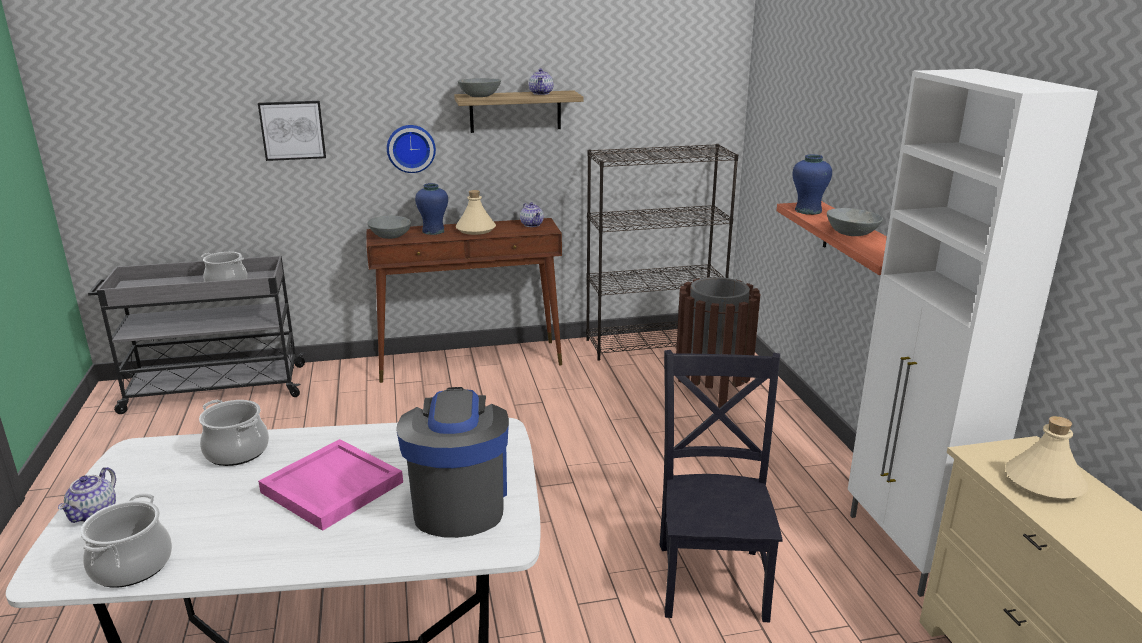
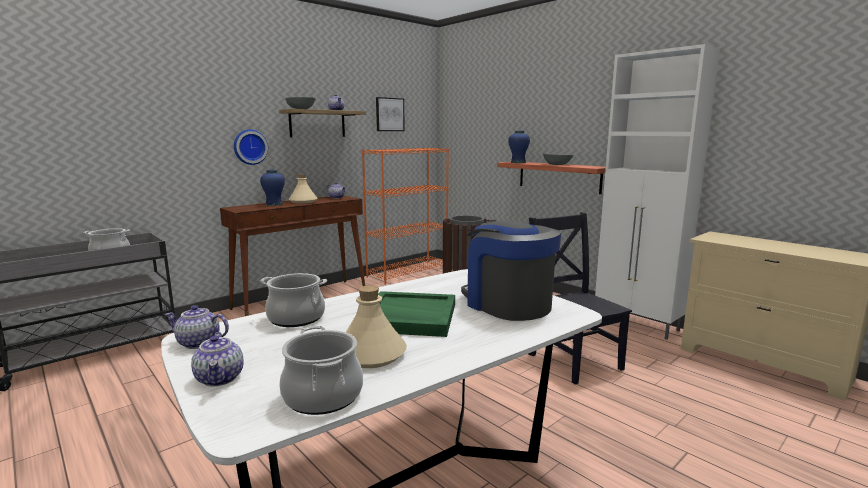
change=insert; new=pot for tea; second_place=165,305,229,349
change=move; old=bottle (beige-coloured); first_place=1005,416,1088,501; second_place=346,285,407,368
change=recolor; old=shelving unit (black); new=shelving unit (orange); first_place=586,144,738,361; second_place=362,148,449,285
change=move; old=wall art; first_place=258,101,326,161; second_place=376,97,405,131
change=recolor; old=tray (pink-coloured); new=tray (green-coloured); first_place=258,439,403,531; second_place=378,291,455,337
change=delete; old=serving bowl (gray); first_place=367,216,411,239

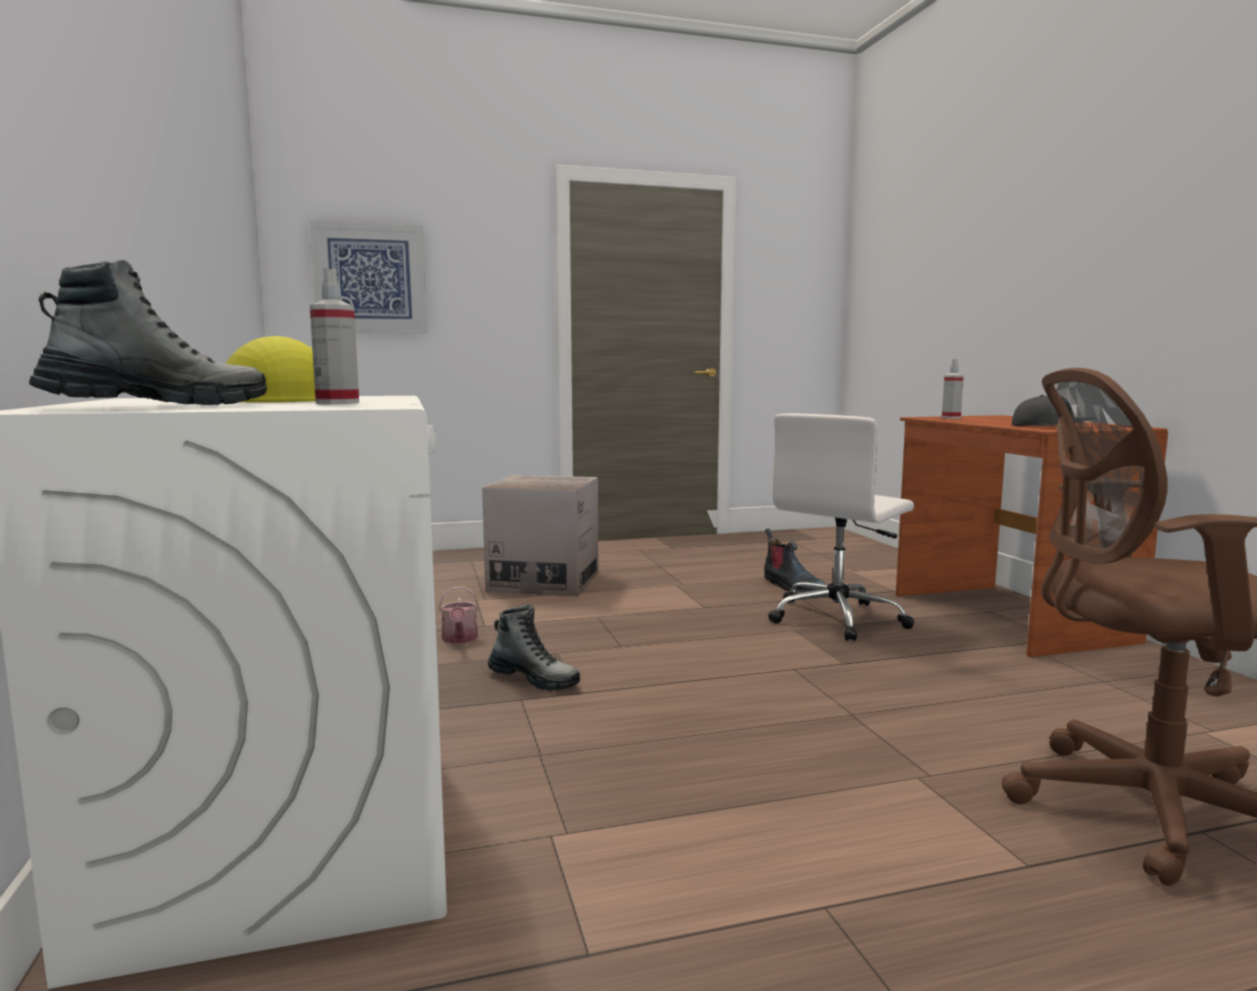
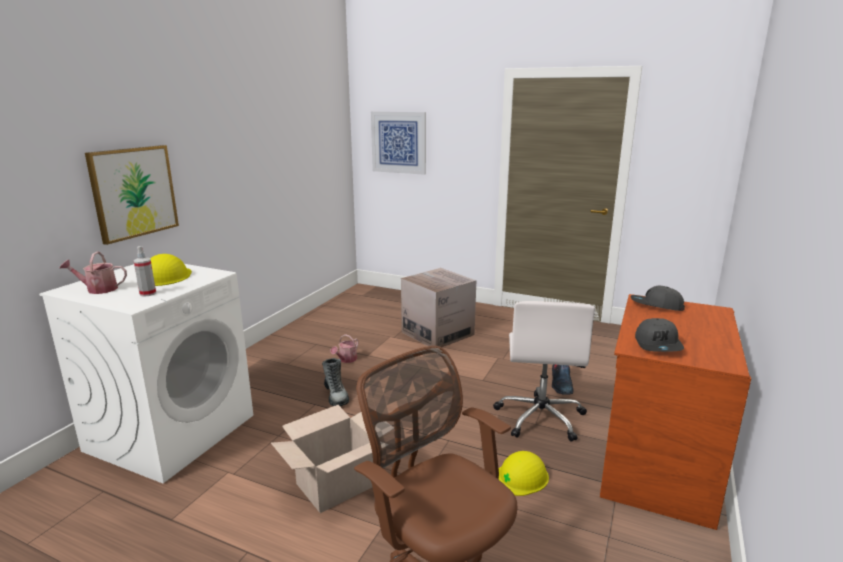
change=replace; old=boot; new=watering can; first_place=29,260,267,405; second_place=60,251,127,294
change=insert; new=wall art; second_place=85,145,179,245
change=insert; new=carton; second_place=271,405,384,513
change=rotate; old=office chair (whitish); first_place=768,413,914,641; second_place=493,301,595,442; degrees=-75
change=insert; new=work helmet (yellow-coloured); second_place=498,451,549,496
change=replace; old=spray bottle; new=baseball cap (gray); first_place=942,359,964,419; second_place=630,286,685,311

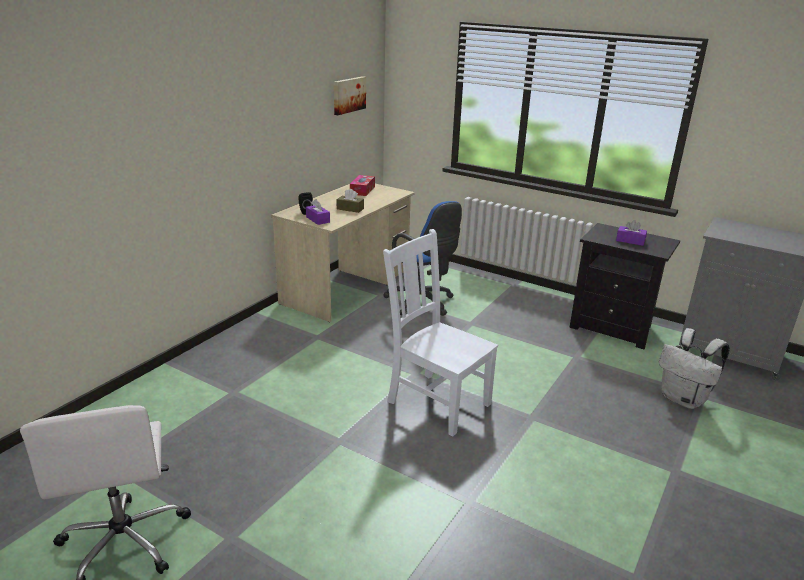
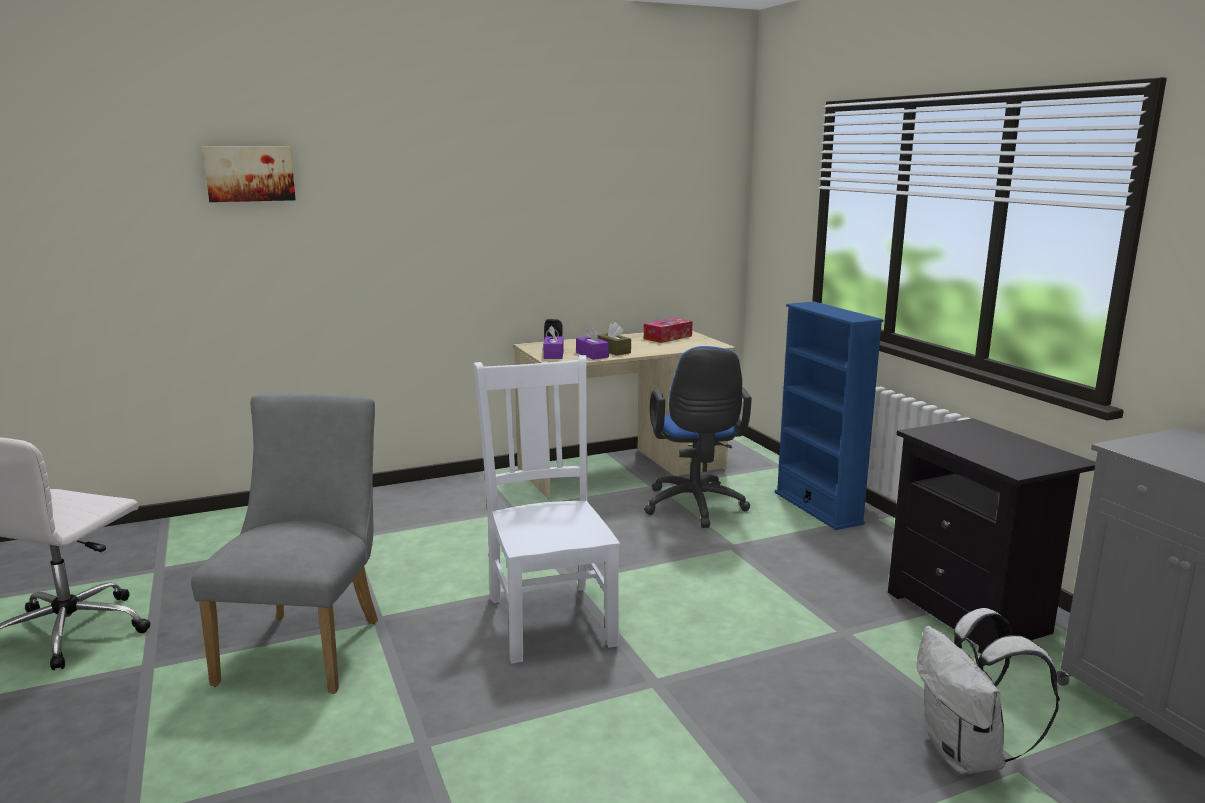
change=insert; new=chair (gray); second_place=191,393,378,694
change=move; old=wall art; first_place=334,76,366,115; second_place=202,146,296,202
change=move; old=tissue box (purple-coloured); first_place=616,220,647,246; second_place=576,326,609,360
change=insert; new=shelving unit (blue-coloured); second_place=775,302,883,530

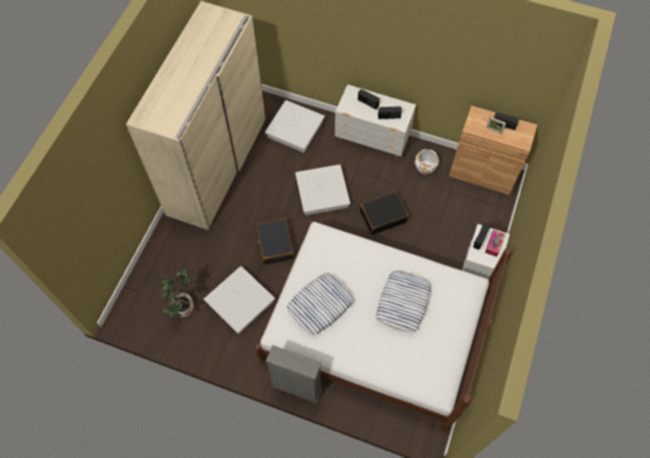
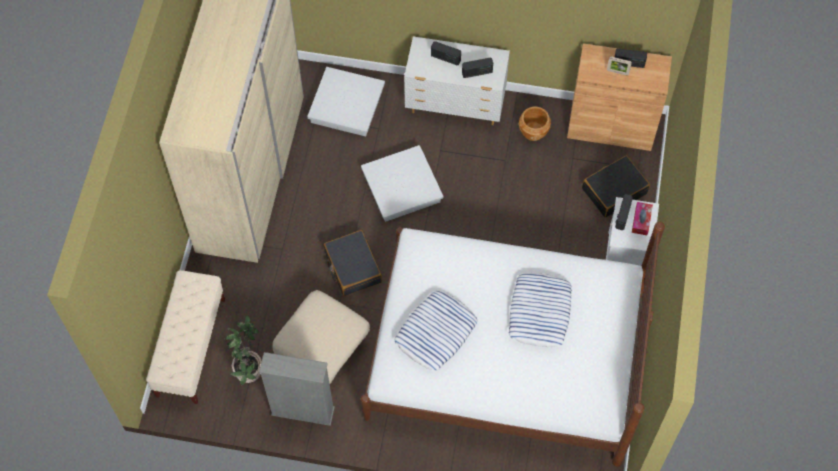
change=insert; new=indoor bench (beige-coloured); second_place=146,270,225,404
change=move; old=shelving unit (gray); first_place=266,345,322,403; second_place=259,352,335,426
change=replace; old=storage container (whitish); new=footrest (beige-coloured); first_place=204,266,275,334; second_place=272,290,370,384
change=recolor; old=planter (whitish); new=planter (brownish); first_place=415,149,439,175; second_place=519,107,551,141
change=move; old=piece of luggage (black); first_place=360,192,408,235; second_place=582,156,650,217

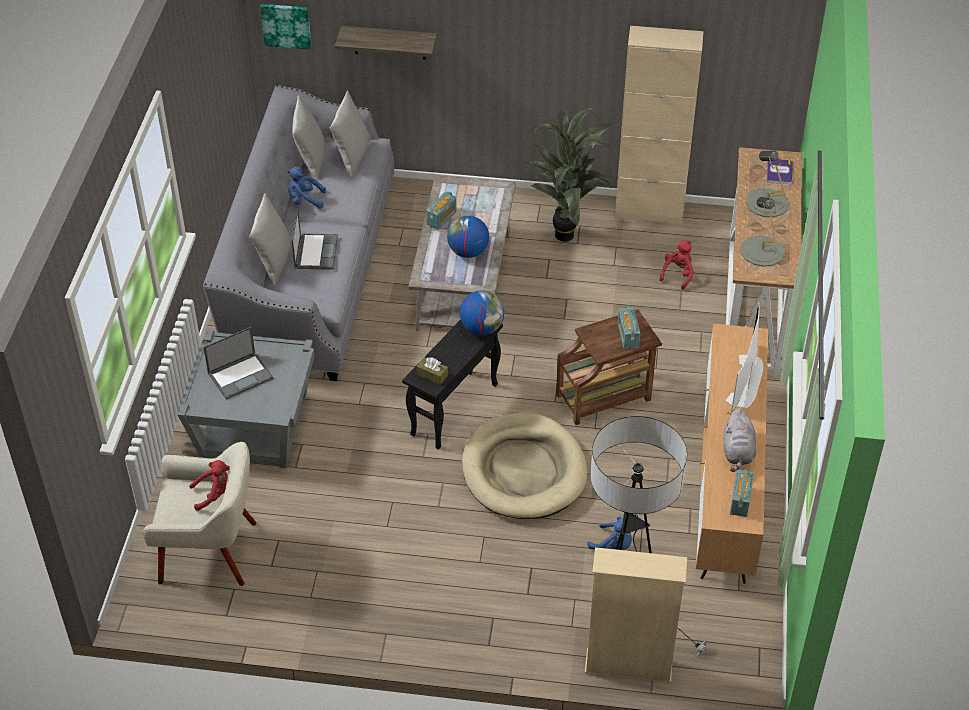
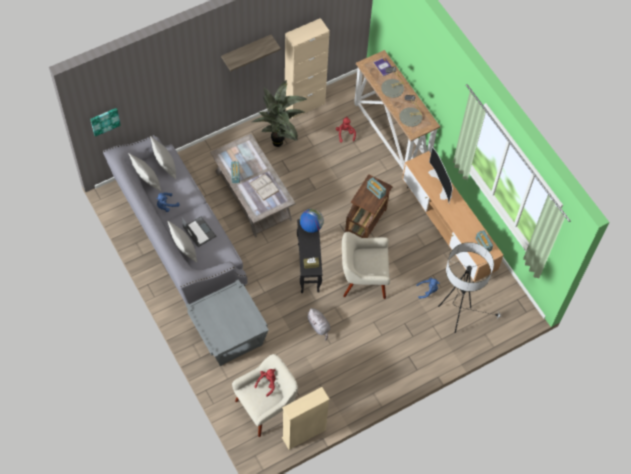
change=move; old=shelf; first_place=335,26,437,60; second_place=221,35,281,72
change=replace; old=globe; new=volume (whitish); first_place=447,216,489,258; second_place=250,174,279,201
change=move; old=shelving unit (beige-coloured); first_place=585,547,687,683; second_place=282,387,330,450
change=move; old=cuddly toy (gray); first_place=723,408,756,472; second_place=306,308,331,340
change=replace; old=dog cushion (beige-coloured); new=armchair (beige-coloured); first_place=462,413,587,519; second_place=342,232,390,299
change=delete; old=laptop; first_place=203,327,274,399

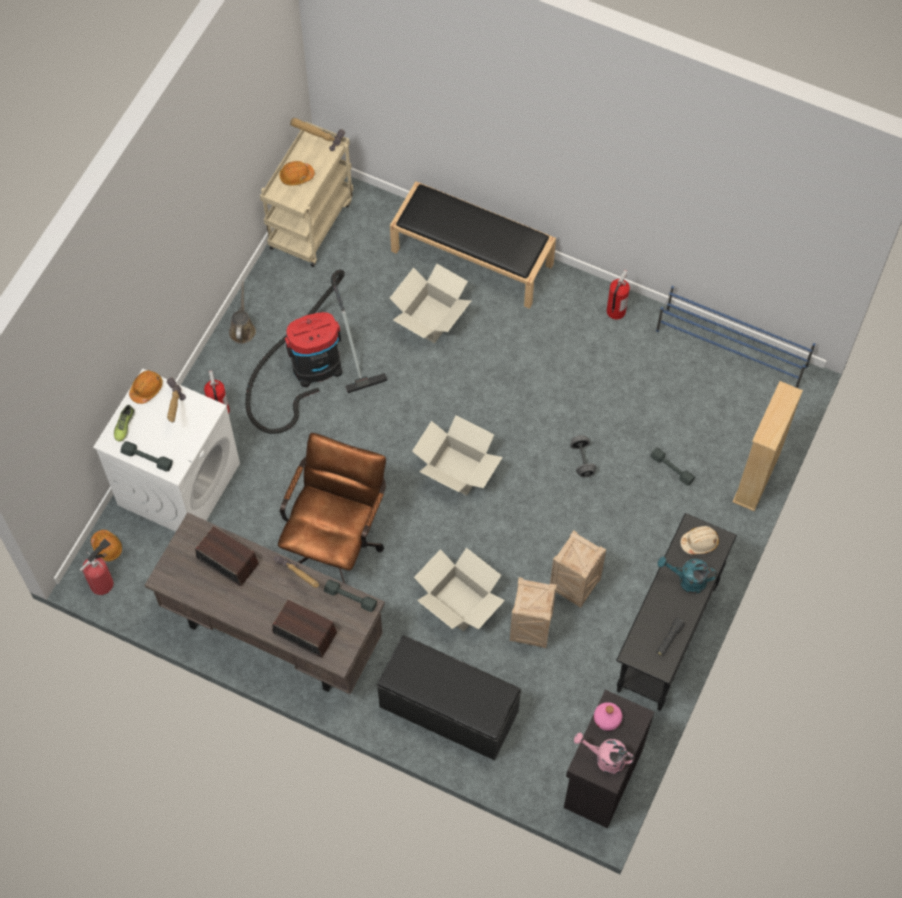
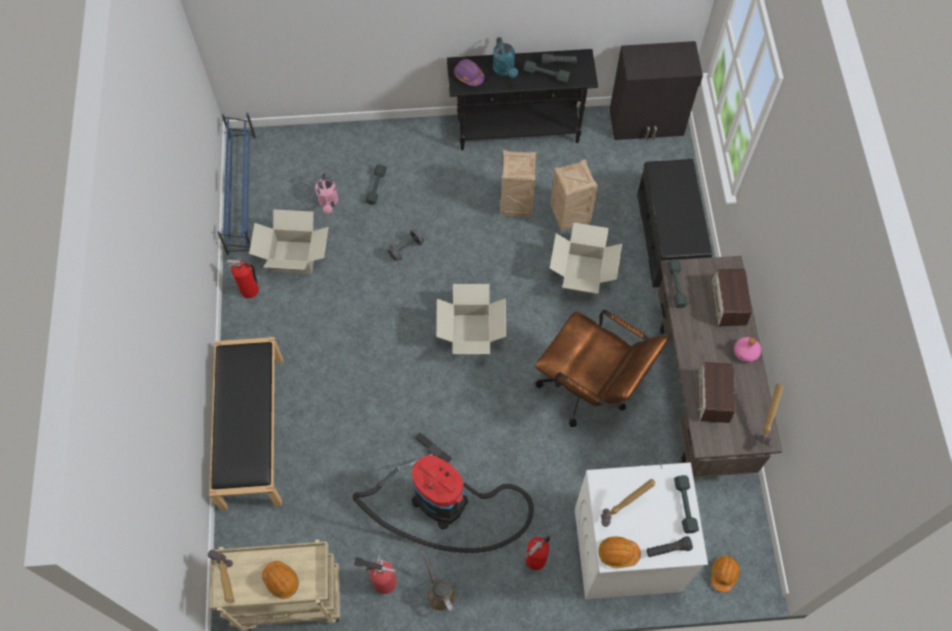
change=move; old=carton; first_place=390,264,471,343; second_place=249,209,329,274
change=move; old=watering can (pink-coloured); first_place=574,733,635,774; second_place=315,172,339,214
change=move; old=fire extinguisher; first_place=79,538,113,595; second_place=354,555,397,594
change=rotate; old=watering can (brownish); first_place=229,282,256,344; second_place=421,551,456,612; degrees=90
change=recolor; old=work helmet (beige-coloured); new=work helmet (purple-coloured); first_place=680,526,719,555; second_place=454,59,485,86
change=insert; new=free weight (gray); second_place=524,61,570,83
change=rotate; old=office chair (brownish); first_place=278,433,386,583; second_place=535,310,668,427; degrees=-135
change=replace; old=low shoe; new=torch (black); first_place=114,405,135,442; second_place=647,536,693,557
change=move; old=bottle (pink-coloured); first_place=594,702,622,731; second_place=734,337,761,362
change=move; old=hammer; first_place=274,555,319,588; second_place=755,384,784,447
change=delete; old=shelving unit (beige-coloured); first_place=733,381,803,511

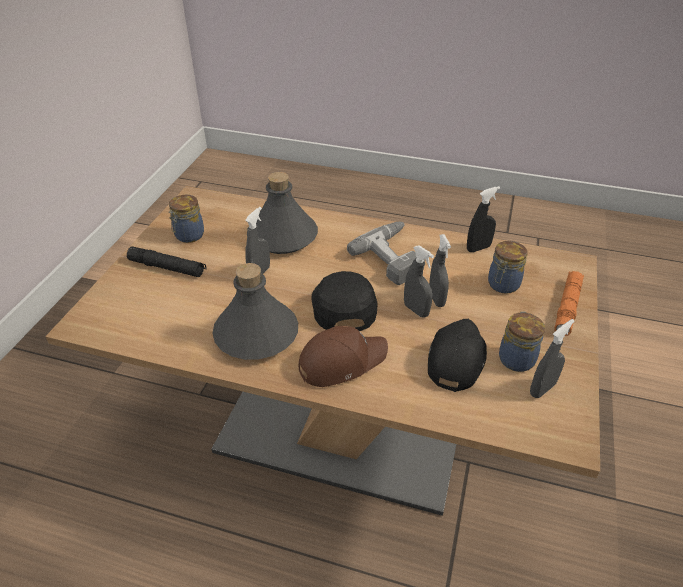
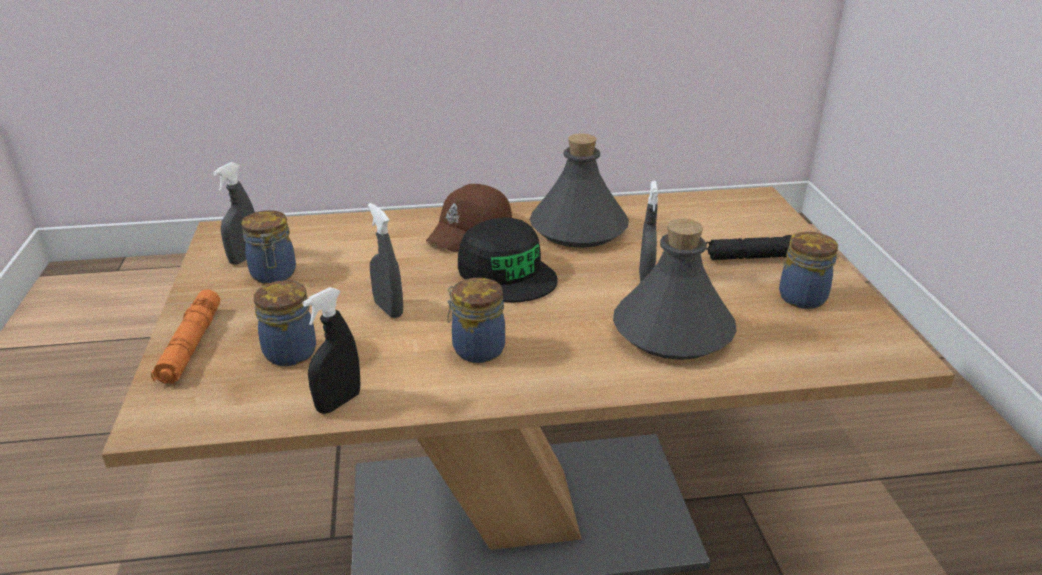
change=replace; old=power drill; new=jar; first_place=347,222,425,285; second_place=447,278,505,363
change=delete; old=spray bottle (gray); first_place=404,245,434,317
change=delete; old=baseball cap (black); first_place=428,319,487,392

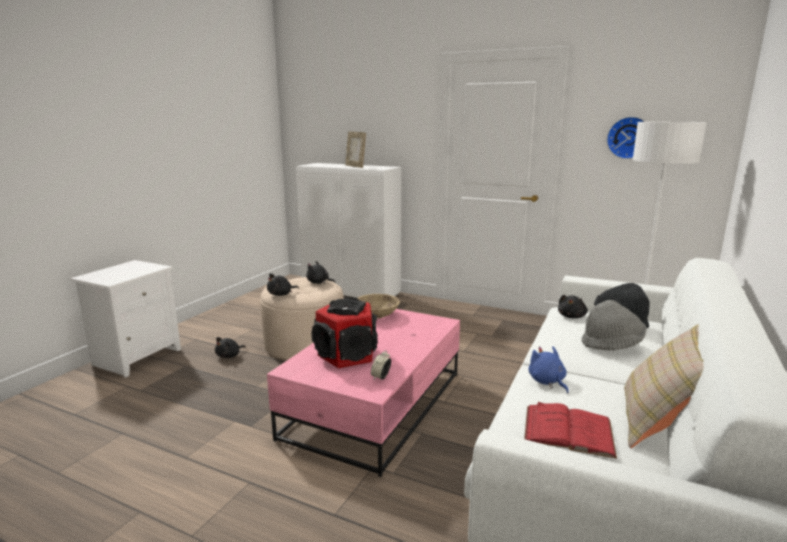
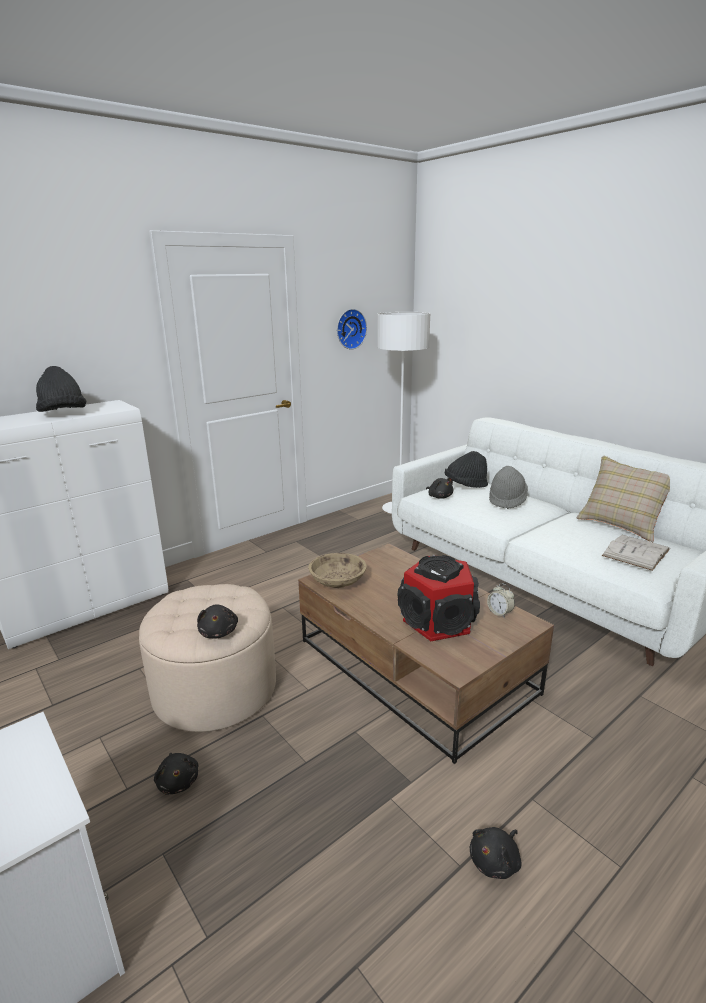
change=replace; old=photo frame; new=wearable hat (black); first_place=345,131,366,168; second_place=36,366,86,412
change=recolor; old=low table (pink-coloured); new=low table (brownish); first_place=267,309,460,477; second_place=298,544,554,764
change=move; old=cuddly toy (black); first_place=306,261,336,284; second_place=469,827,522,879
change=recolor; old=volume (red); new=volume (whitish); first_place=524,402,617,459; second_place=602,535,670,571
change=delete; old=cuddly toy (blue-coloured); first_place=528,346,569,393

